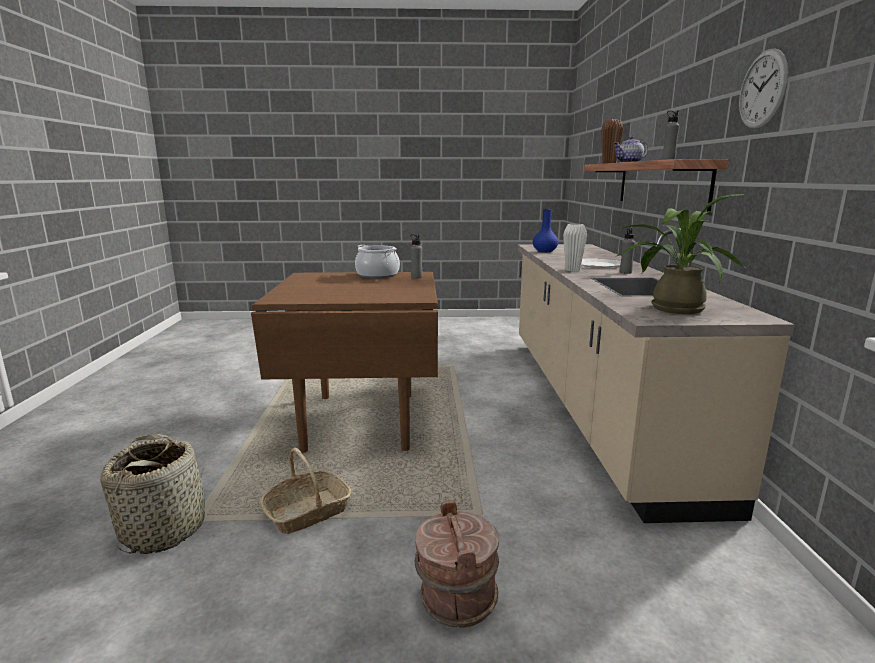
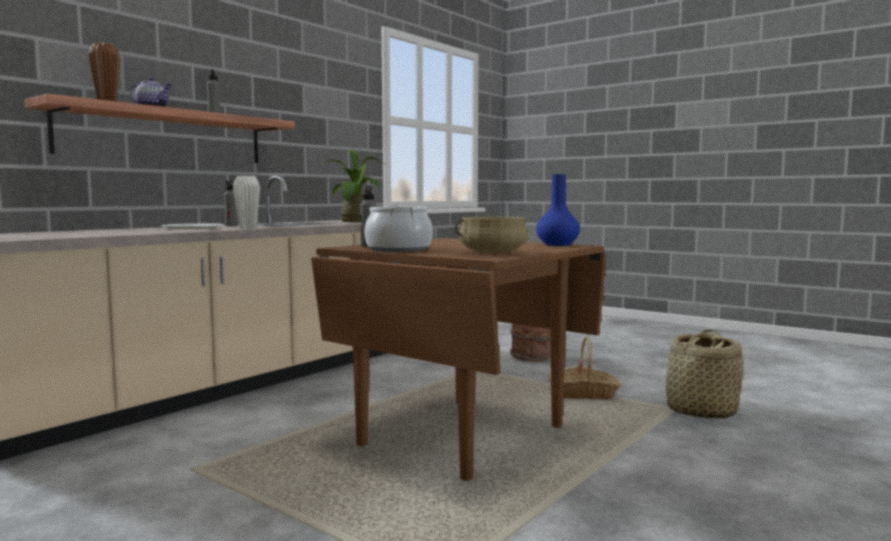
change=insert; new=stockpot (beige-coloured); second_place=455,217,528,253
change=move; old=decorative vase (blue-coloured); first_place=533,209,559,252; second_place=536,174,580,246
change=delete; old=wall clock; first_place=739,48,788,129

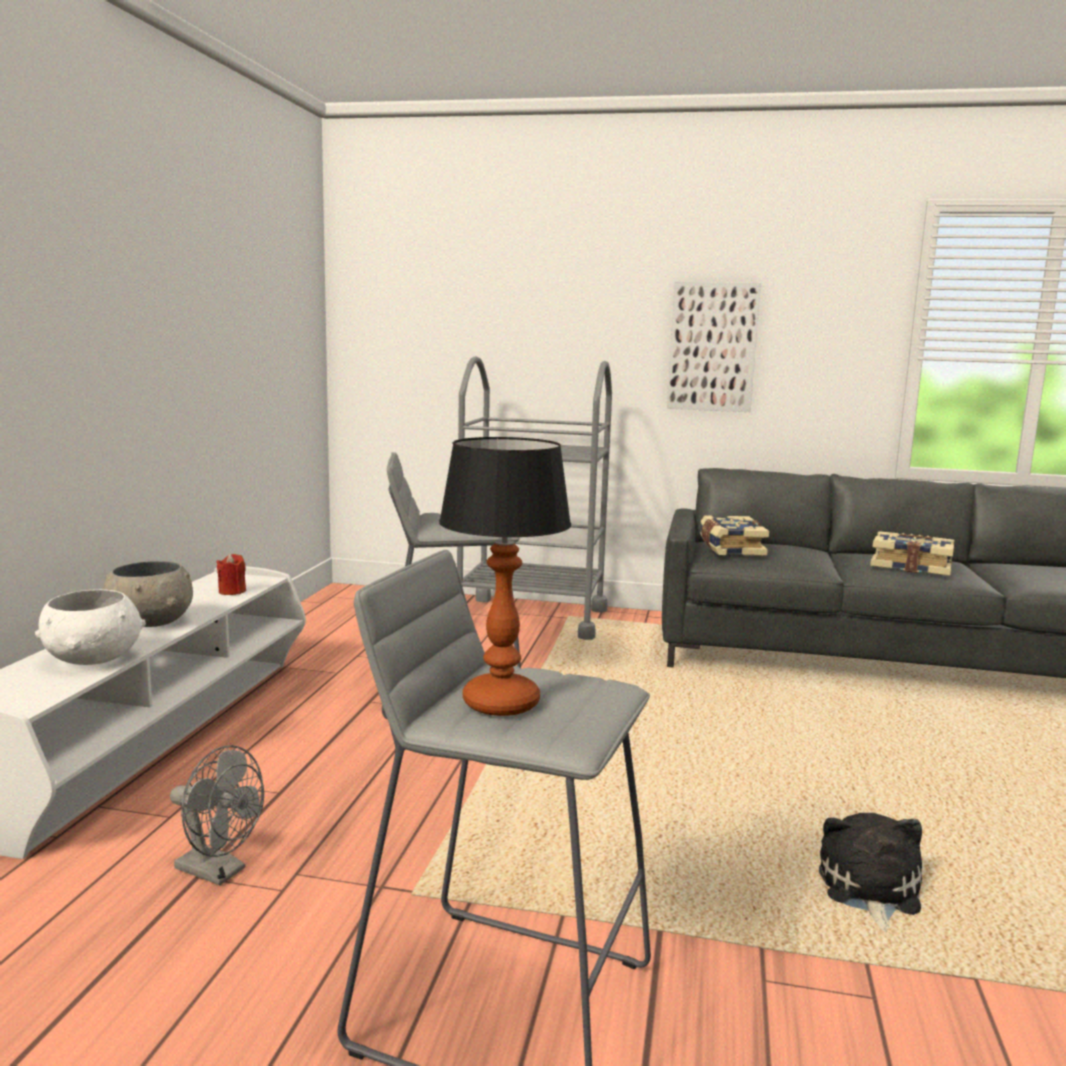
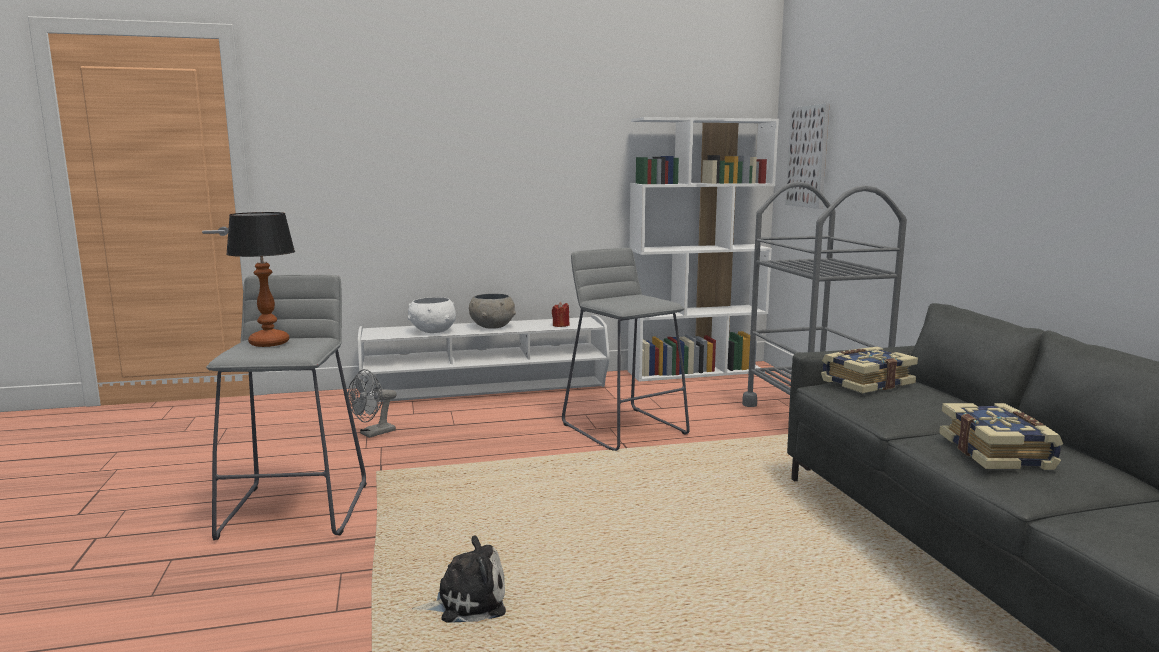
change=rotate; old=fan (gray); first_place=170,745,264,886; second_place=348,369,397,438; degrees=45
change=insert; new=shelving unit (whitish); second_place=628,117,779,382
change=move; old=wall art; first_place=667,282,761,412; second_place=786,103,829,209

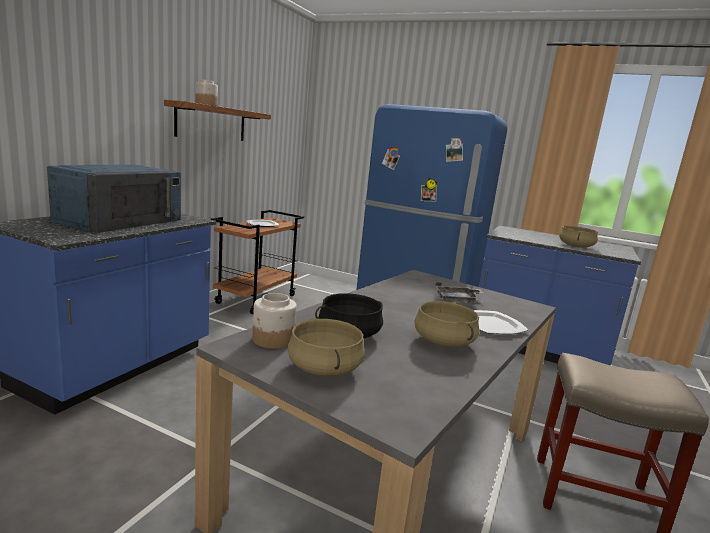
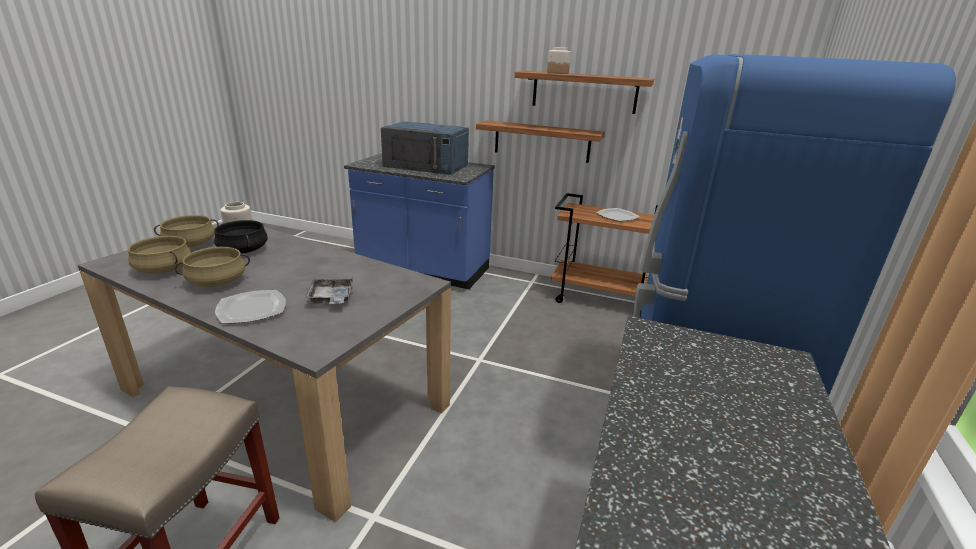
change=move; old=stockpot (beige-coloured); first_place=559,226,598,248; second_place=128,236,191,274
change=insert; new=shelf; second_place=476,120,605,163

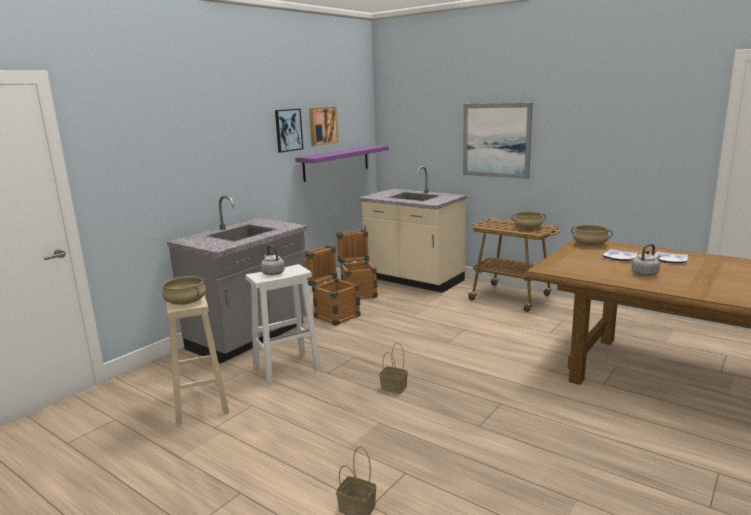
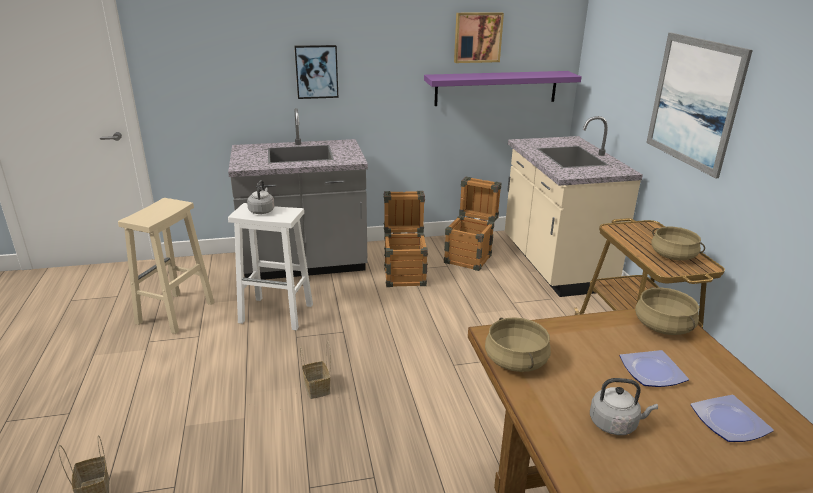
change=move; old=wall art; first_place=275,109,303,153; second_place=295,45,338,99
change=move; old=stockpot (beige-coloured); first_place=162,276,206,305; second_place=485,317,551,372

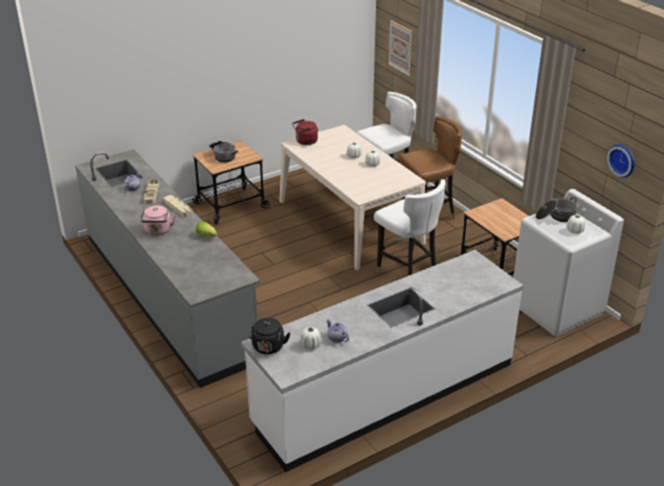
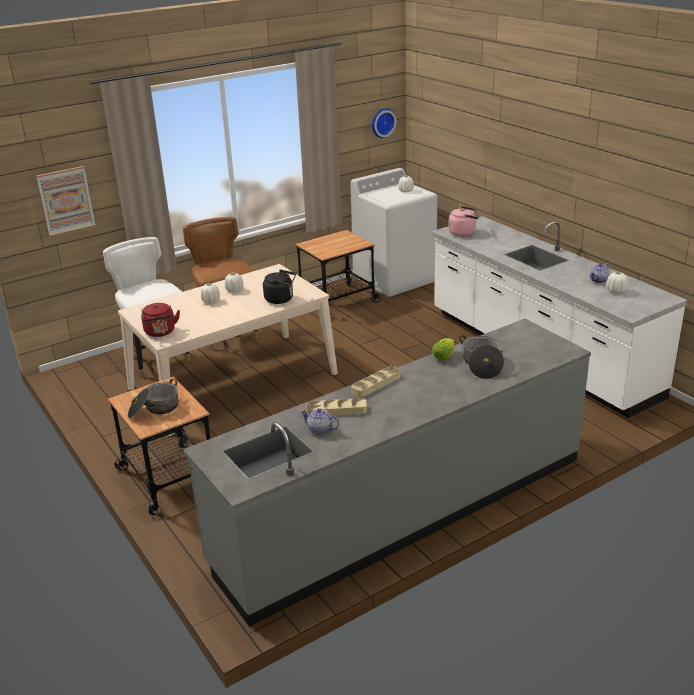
change=move; old=tea kettle (black); first_place=248,318,290,354; second_place=263,269,296,304
change=move; old=tea kettle (pink-coloured); first_place=140,205,176,236; second_place=449,206,479,237
change=move; old=stockpot; first_place=536,197,578,222; second_place=459,335,504,379
change=delete; old=chair (whitish); first_place=374,179,446,276

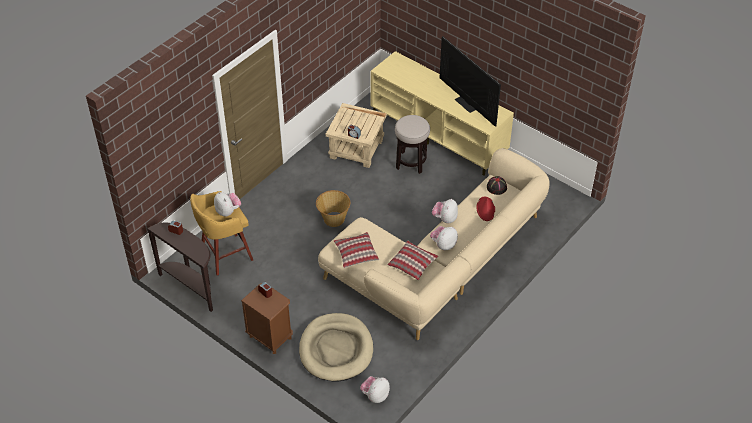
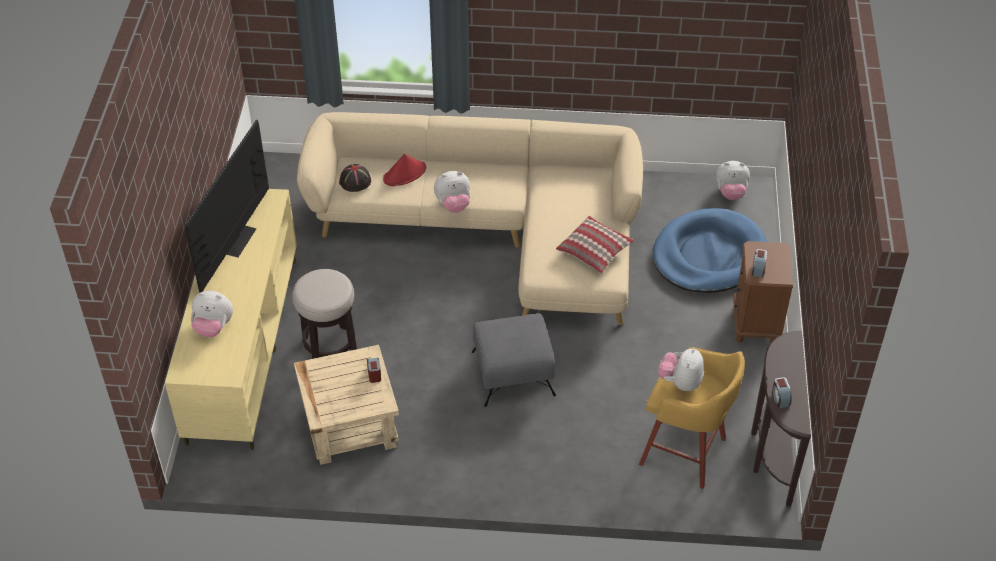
change=move; old=cuddly toy; first_place=430,226,458,250; second_place=191,291,233,338
change=replace; old=storage basket; new=footrest (gray); first_place=316,190,350,227; second_place=472,313,556,407
change=recolor; old=dog cushion (beige-coloured); new=dog cushion (blue-coloured); first_place=299,313,373,382; second_place=653,208,767,293
change=delete; old=pillow; first_place=387,241,438,280

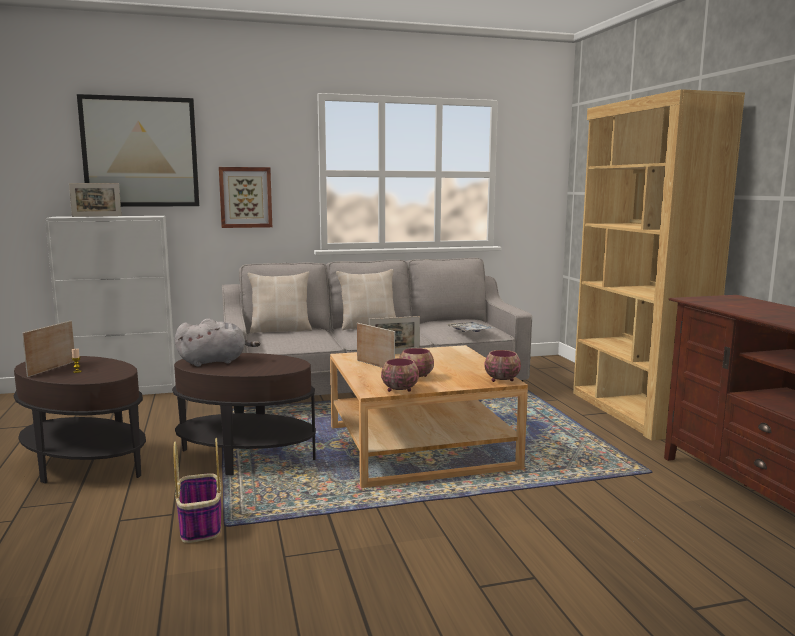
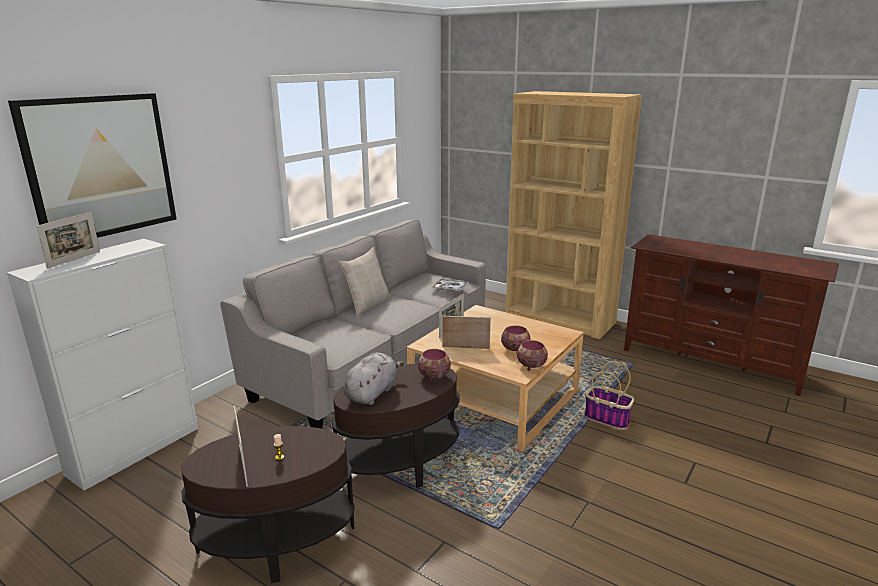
change=move; old=serving bowl; first_place=485,350,521,382; second_place=418,349,451,382
change=move; old=storage basket; first_place=174,438,221,543; second_place=584,361,634,430
change=delete; old=wall art; first_place=219,167,272,228
change=delete; old=pillow (beige-coloured); first_place=248,272,312,334

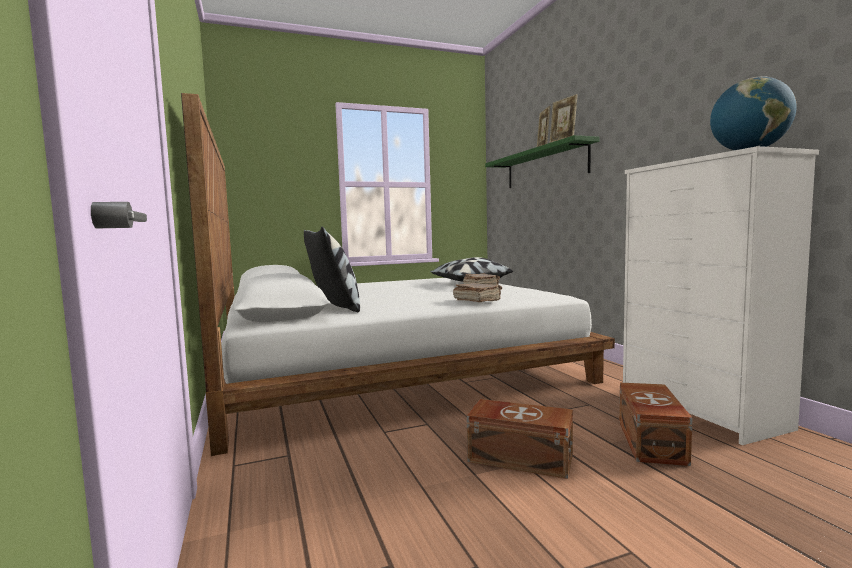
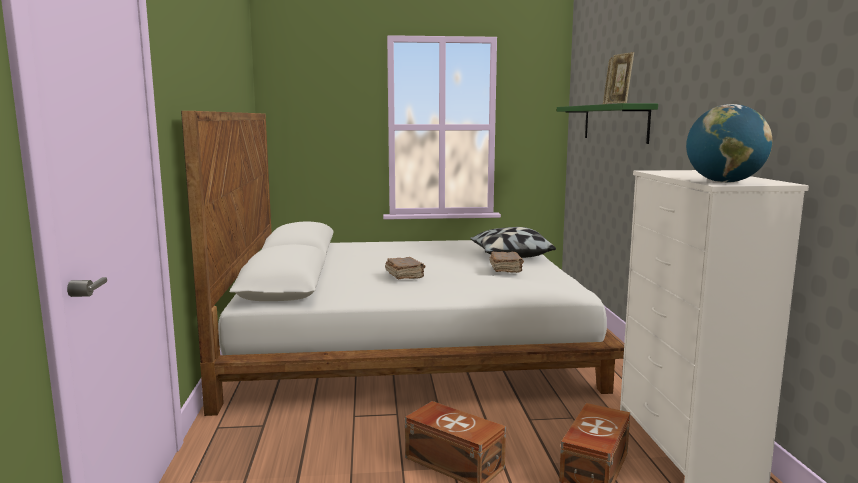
change=move; old=volume (brownish); first_place=453,283,502,302; second_place=385,257,425,279
change=delete; old=pillow; first_place=304,227,360,312

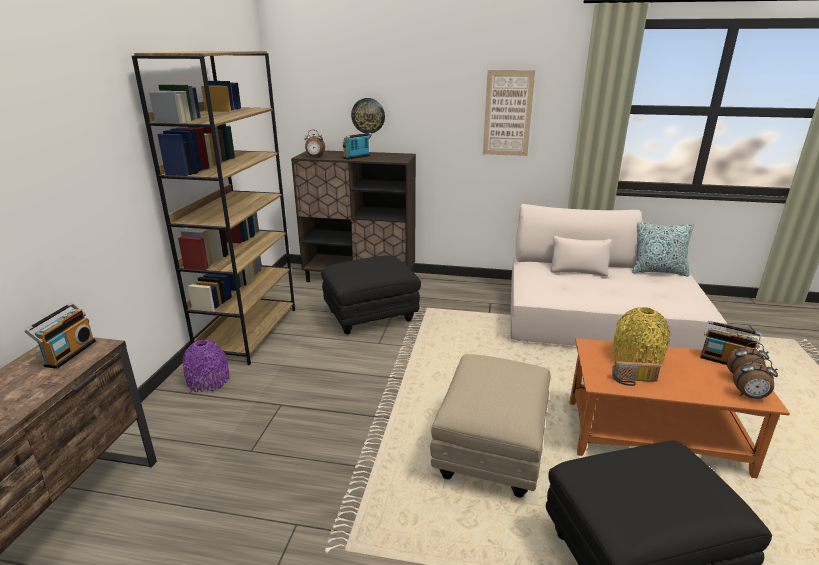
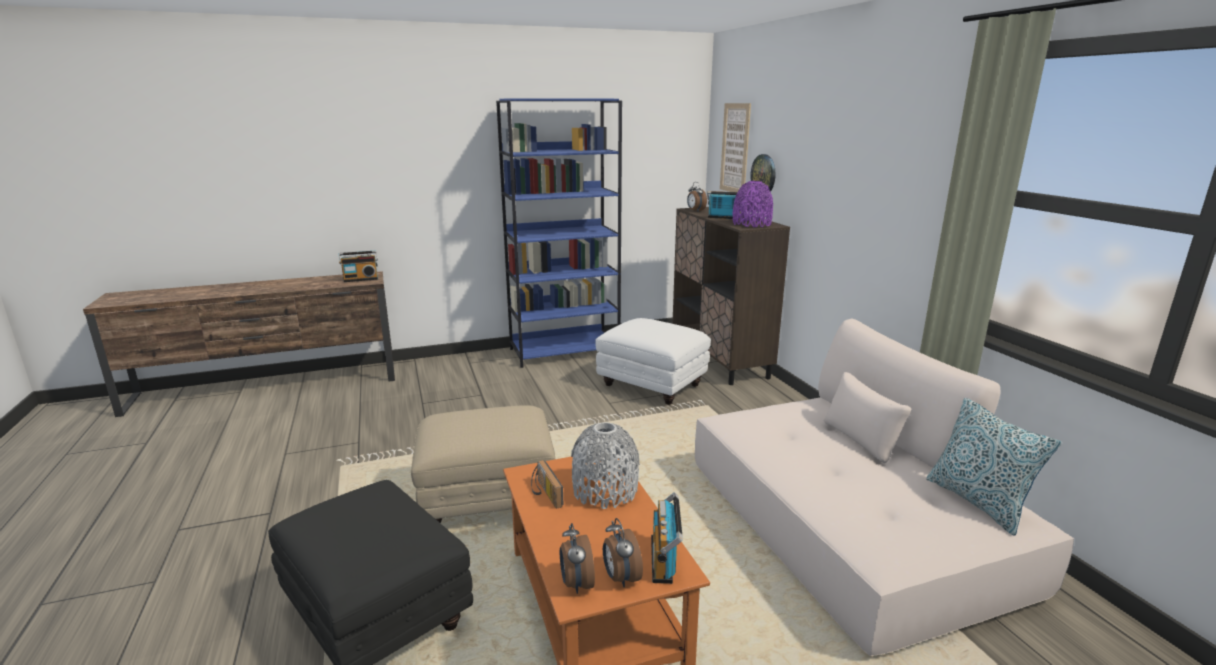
change=recolor; old=shelving unit (brownish); new=shelving unit (blue-coloured); first_place=132,51,295,365; second_place=496,98,622,368
change=recolor; old=decorative vase (yellow-coloured); new=decorative vase (gray); first_place=612,307,670,365; second_place=571,422,640,509
change=recolor; old=footrest (black); new=footrest (whitish); first_place=321,255,421,334; second_place=595,318,711,405
change=move; old=wall art; first_place=483,70,535,156; second_place=720,103,751,192
change=move; old=decorative vase (purple-coloured); first_place=182,340,229,393; second_place=733,181,773,227

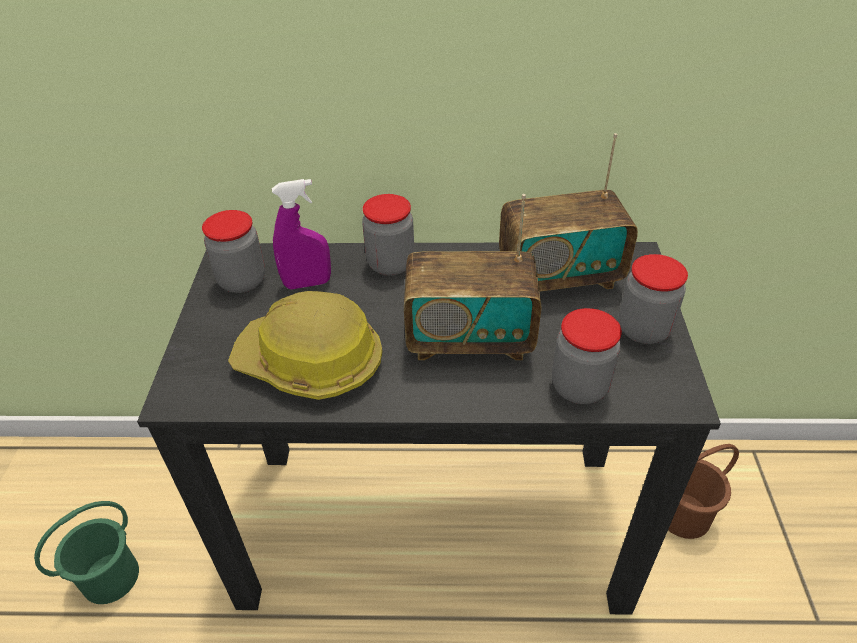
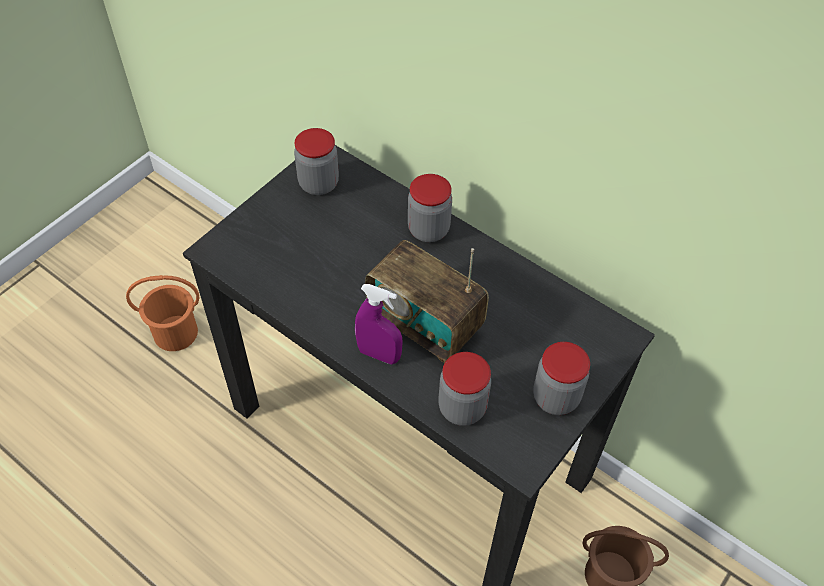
change=recolor; old=pail (green-coloured); new=pail (orange); first_place=34,501,139,604; second_place=126,275,200,351
change=move; old=spray bottle (purple-coloured); first_place=272,179,331,289; second_place=355,284,403,364
change=delete; old=work helmet; first_place=228,291,383,400
change=delete; old=radio; first_place=499,133,638,291

